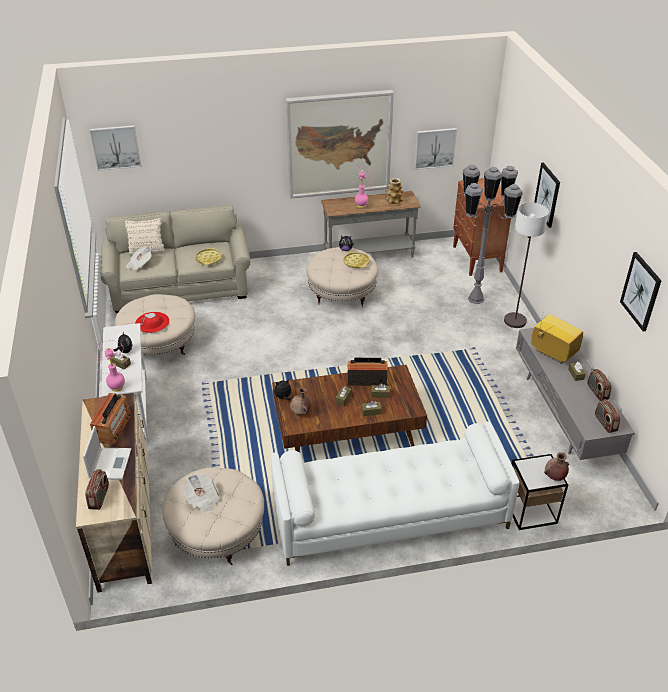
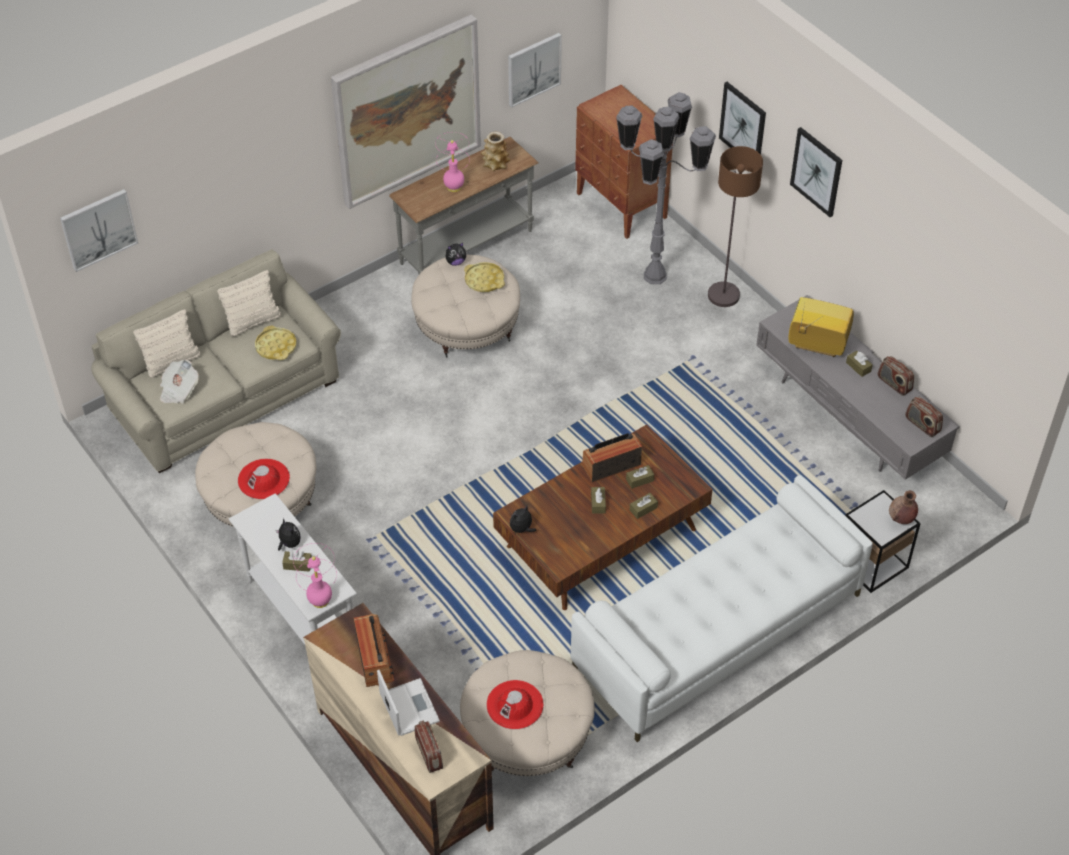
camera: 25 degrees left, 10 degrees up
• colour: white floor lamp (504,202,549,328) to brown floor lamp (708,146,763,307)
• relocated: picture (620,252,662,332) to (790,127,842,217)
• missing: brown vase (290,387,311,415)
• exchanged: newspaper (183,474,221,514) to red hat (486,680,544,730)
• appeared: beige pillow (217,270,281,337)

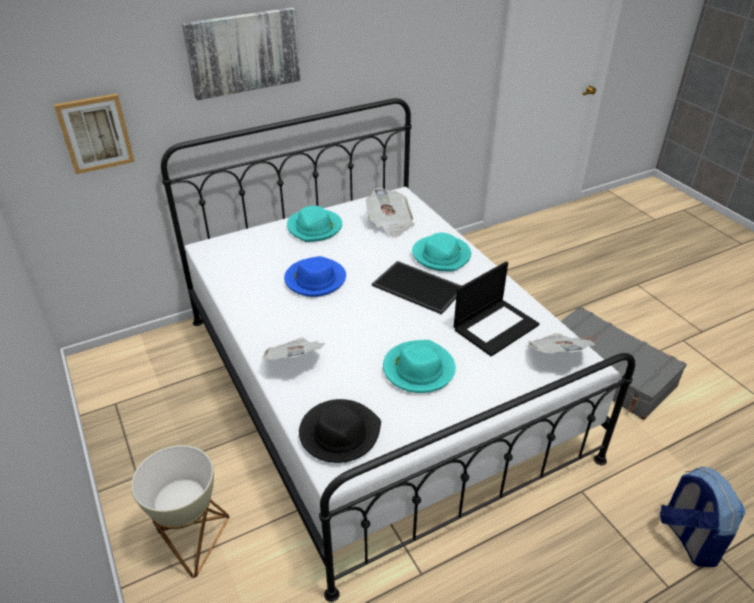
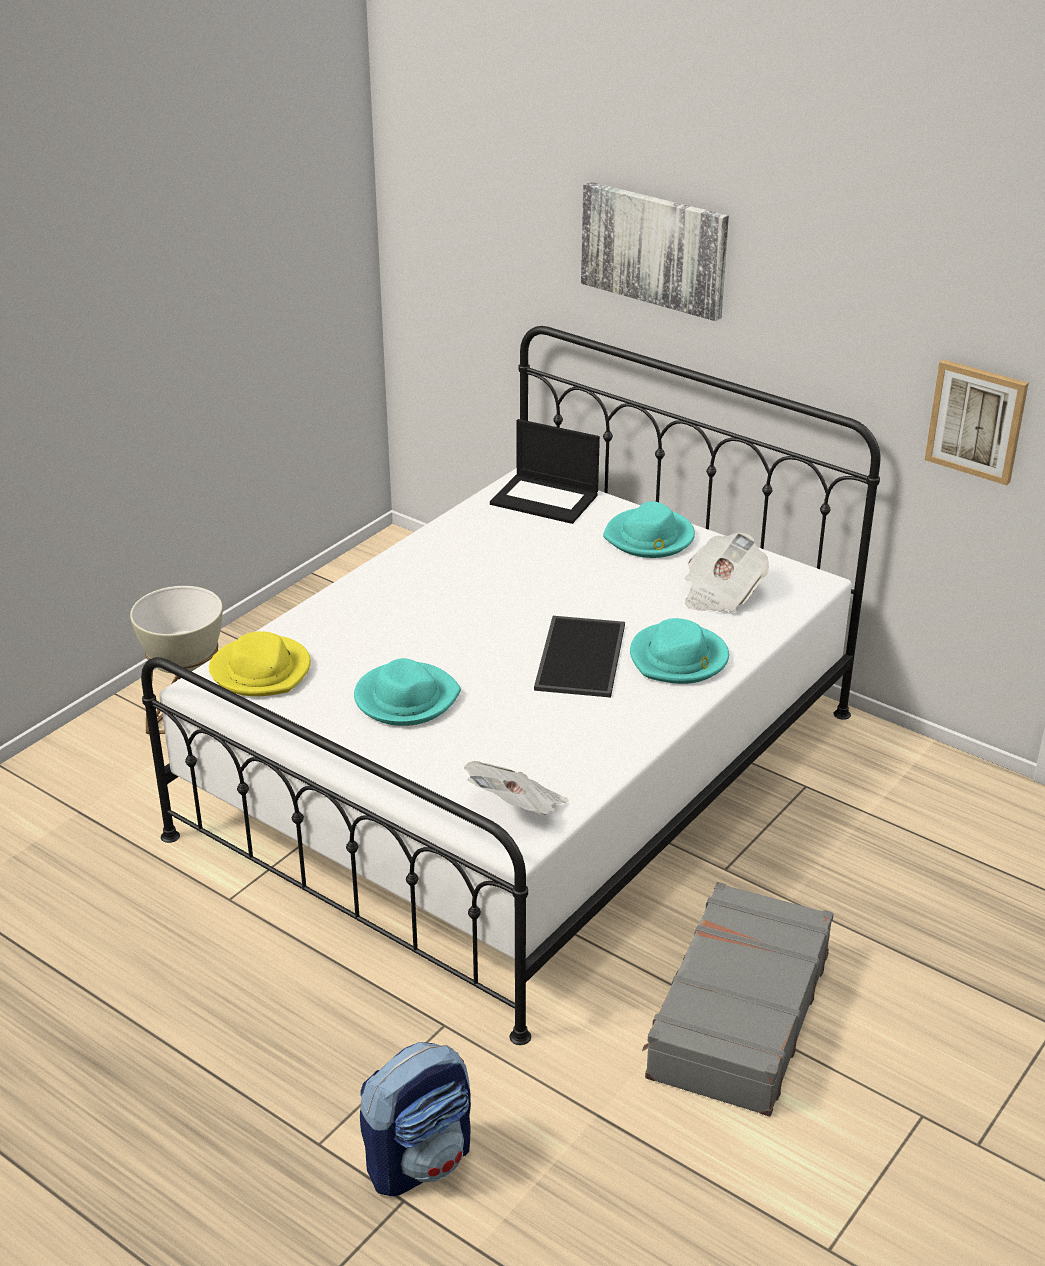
camera: 65 degrees right, 5 degrees down
• relocated: picture (54,93,135,174) to (925,359,1029,485)
• missing: blue hat (284,256,346,297)
• relocated: laptop (454,261,540,357) to (490,419,600,524)
• missing: newspaper (263,338,324,360)
• colour: black hat (299,399,381,463) to yellow hat (209,631,311,697)

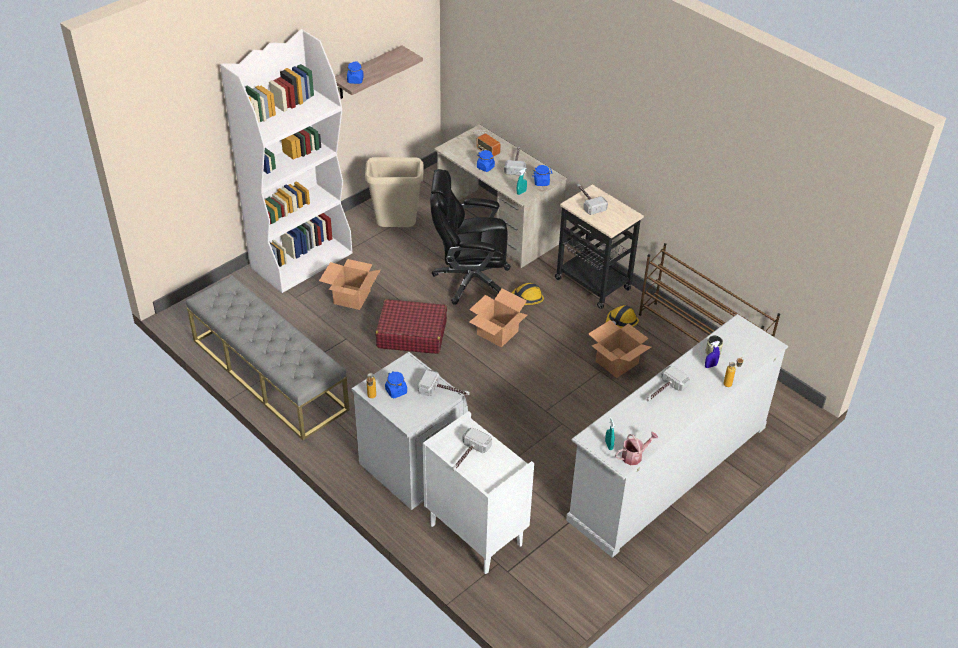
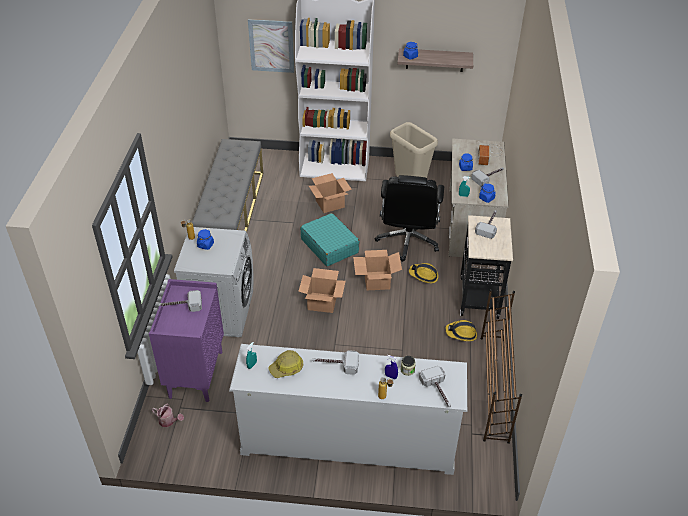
camera: 50 degrees right, 0 degrees up
• spun: black office chair (430,169,511,305) = (374,175,444,262) 135 degrees counterclockwise
• colour: red suitcase (376,299,447,354) to turquoise suitcase (300,213,360,266)
• relocated: cardboard box (588,320,651,378) to (298,268,346,313)
• relocated: hammer (418,370,470,396) to (419,366,451,408)
• colour: white cabinet (423,411,534,574) to purple cabinet (149,279,224,402)
• relocated: watering can (615,432,658,465) to (151,404,184,427)
• appeared: picture (248,19,294,73)
• appeared: hard hat (268,350,303,378)

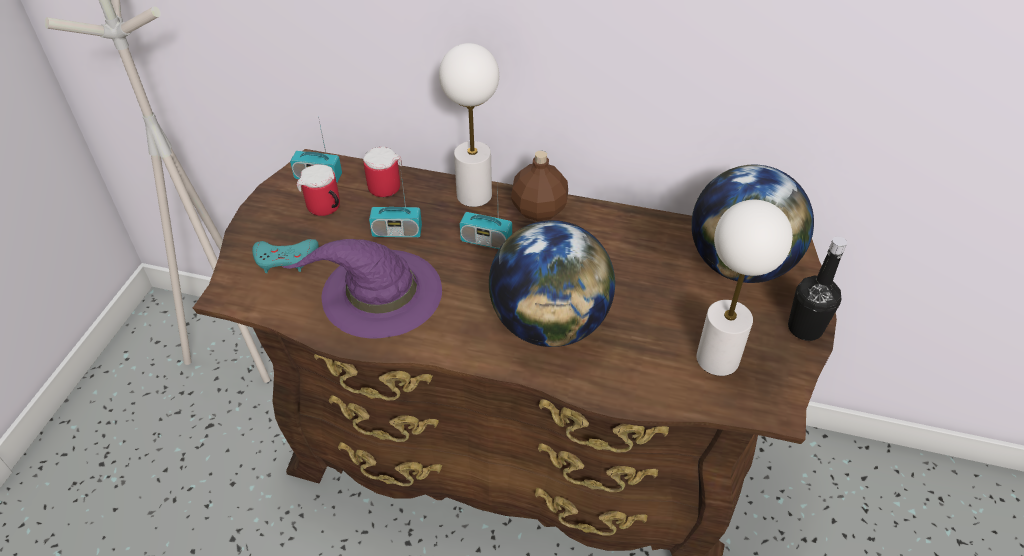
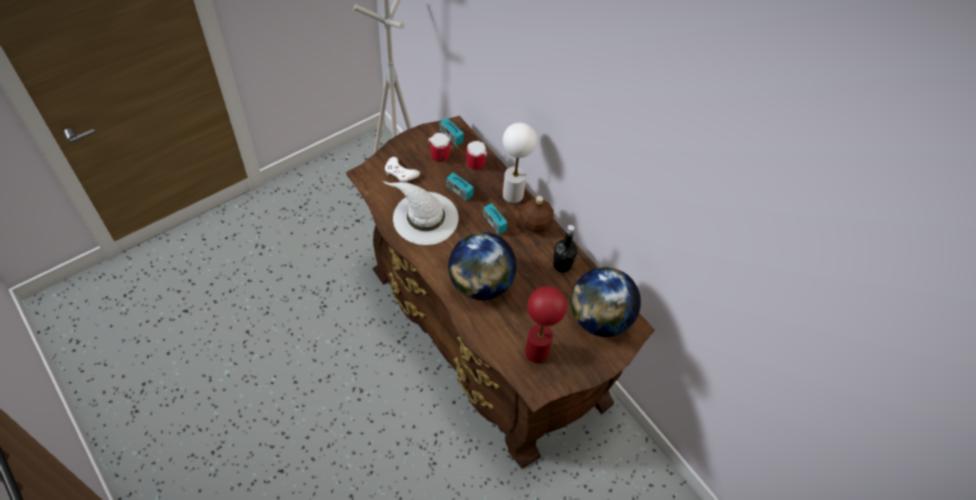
camera: 35 degrees right, 10 degrees up
• colour: white table lamp (696,200,793,376) to red table lamp (525,286,567,363)
• relocated: black bottle (788,237,847,341) to (553,225,577,272)
• colour: turquoise game controller (252,239,319,273) to white game controller (385,157,420,182)
• colour: purple hat (282,239,442,339) to white hat (383,181,459,245)

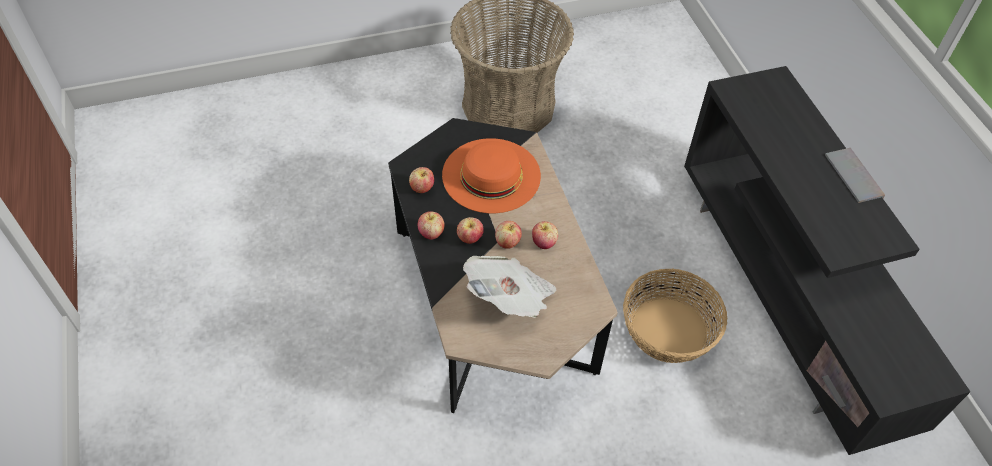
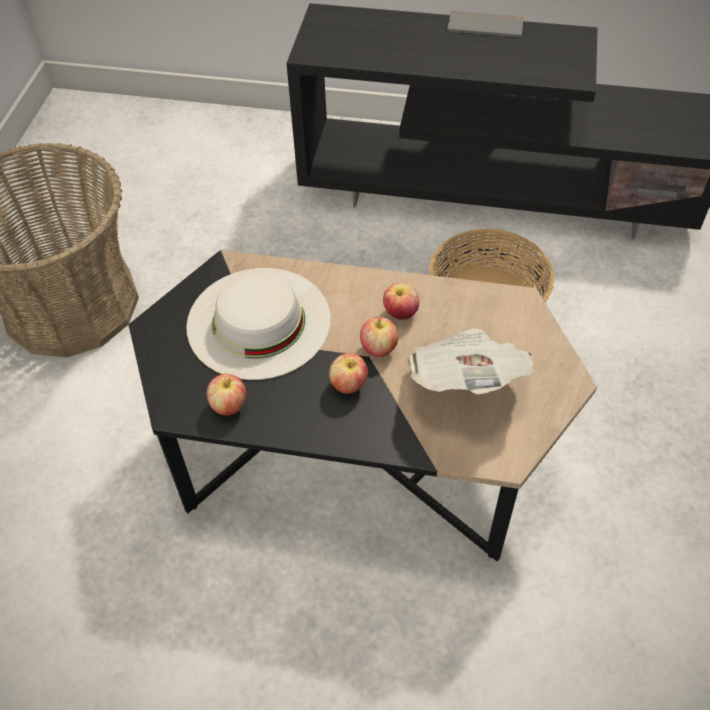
camera: 60 degrees left, 0 degrees up
• colour: orange hat (442,138,541,213) to white hat (186,268,331,380)
• missing: apple (418,211,445,240)

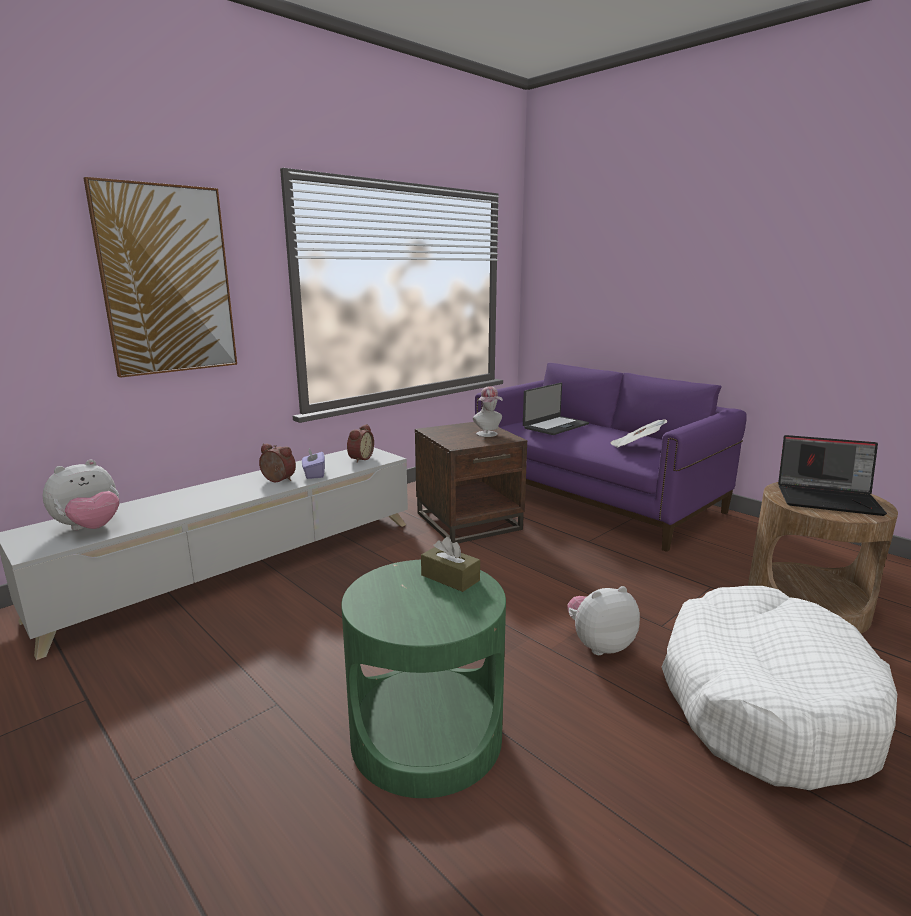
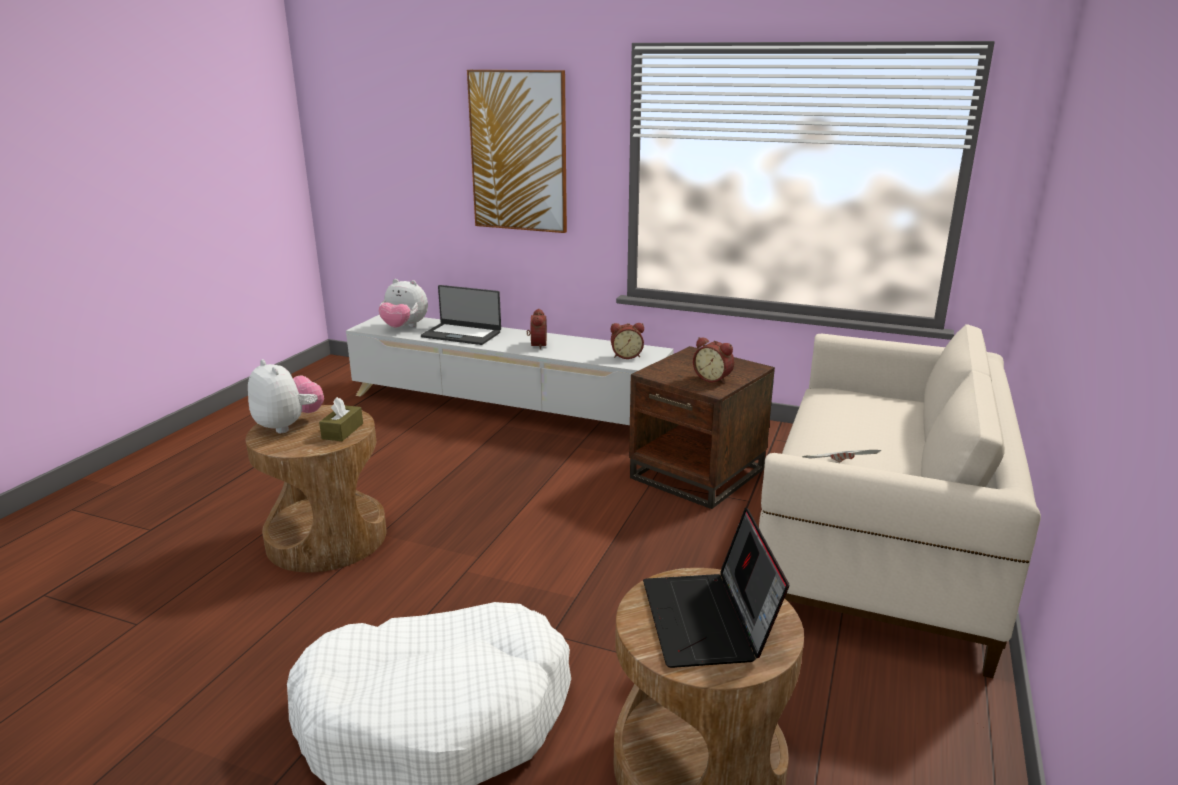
camera: 65 degrees right, 5 degrees up
• colour: purple sofa (475,363,747,552) to beige sofa (759,324,1041,678)
• relocated: laptop (523,383,589,435) to (421,285,501,345)
• exchanged: hat (473,386,503,437) to alarm clock (693,337,734,384)
• missing: purple tissue box (302,448,325,479)
• colour: green side table (341,560,506,798) to brown side table (245,405,386,572)
• relocated: plush toy (567,586,640,655) to (248,359,324,433)

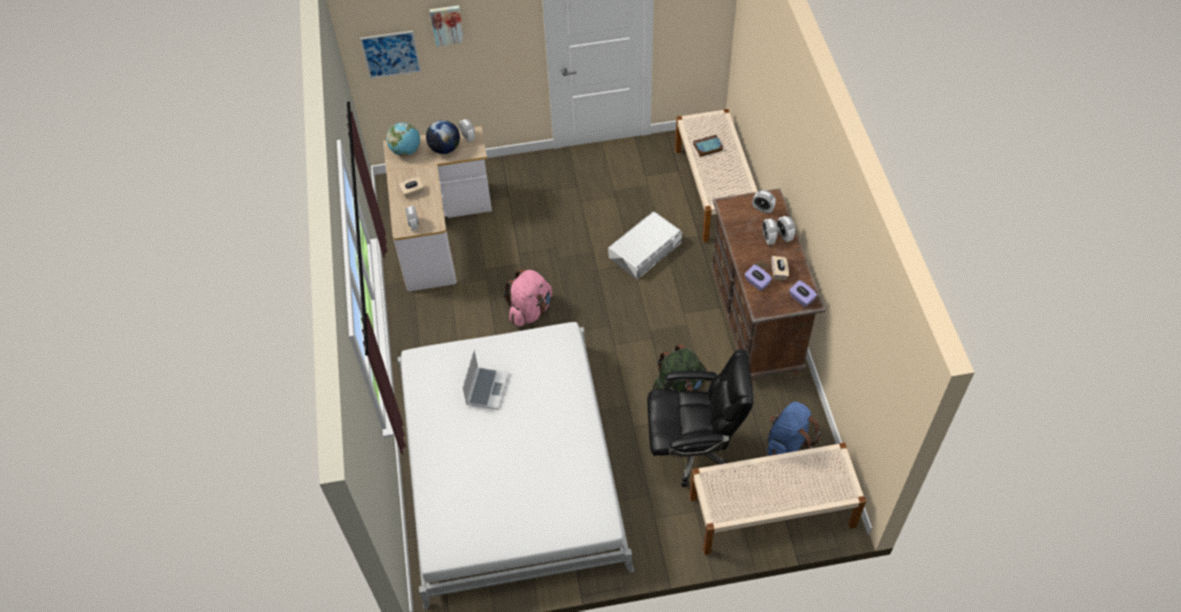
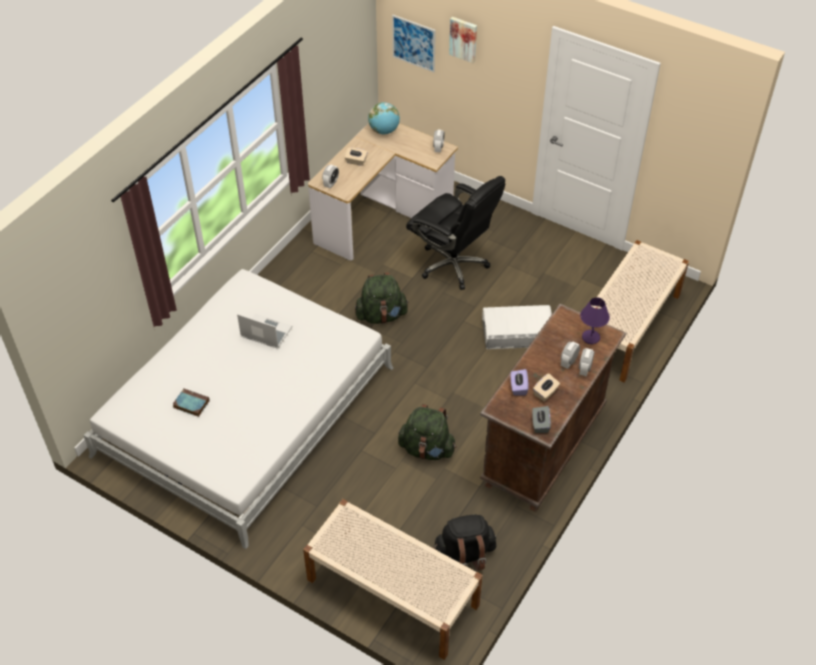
camera: 40 degrees right, 5 degrees down
• missing: globe (426,120,460,154)
• relocated: book (693,135,723,157) to (173,388,210,417)
• exchanged: alarm clock (753,190,776,214) to purple table lamp (580,297,610,344)
• colour: pink backpack (503,269,552,327) to green backpack (355,272,409,324)
• colour: purple tissue box (789,280,817,307) to grey tissue box (532,406,551,433)
• spun: laptop (462,349,509,410) = (237,314,292,349) 120 degrees counterclockwise
• relocated: black office chair (647,349,754,487) to (406,176,505,290)
• colour: blue backpack (767,402,820,456) to black backpack (433,514,496,571)

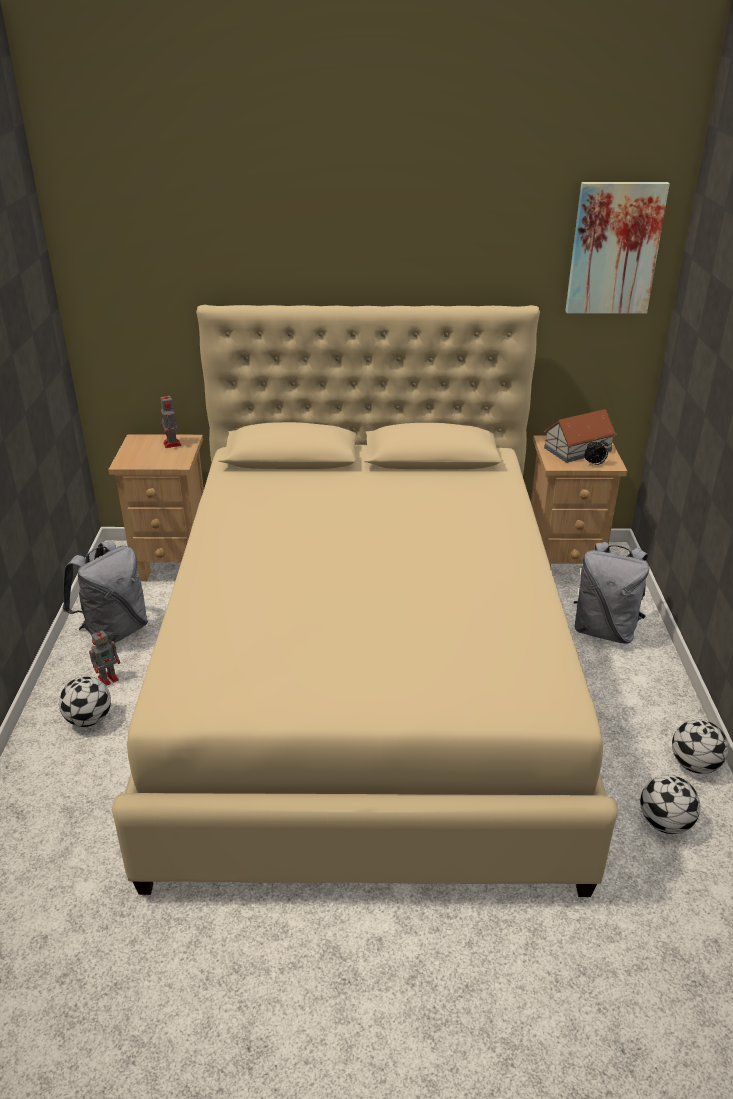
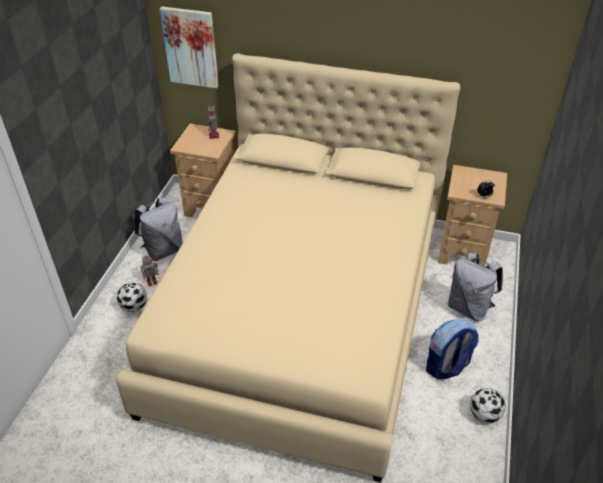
camera: 15 degrees right, 10 degrees up
• relocated: picture (565,182,670,314) to (160,7,219,88)
• missing: toy house (544,409,617,463)
• missing: football (640,775,700,834)
• appeared: backpack (426,317,479,379)

